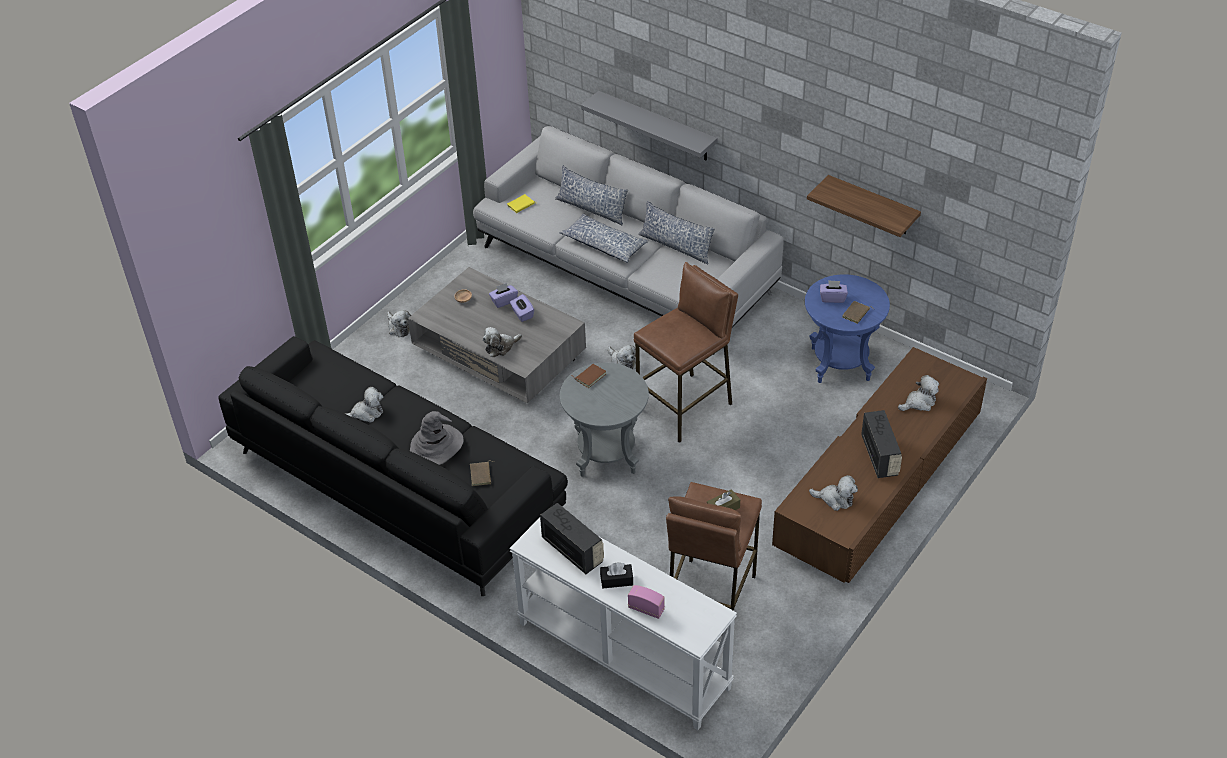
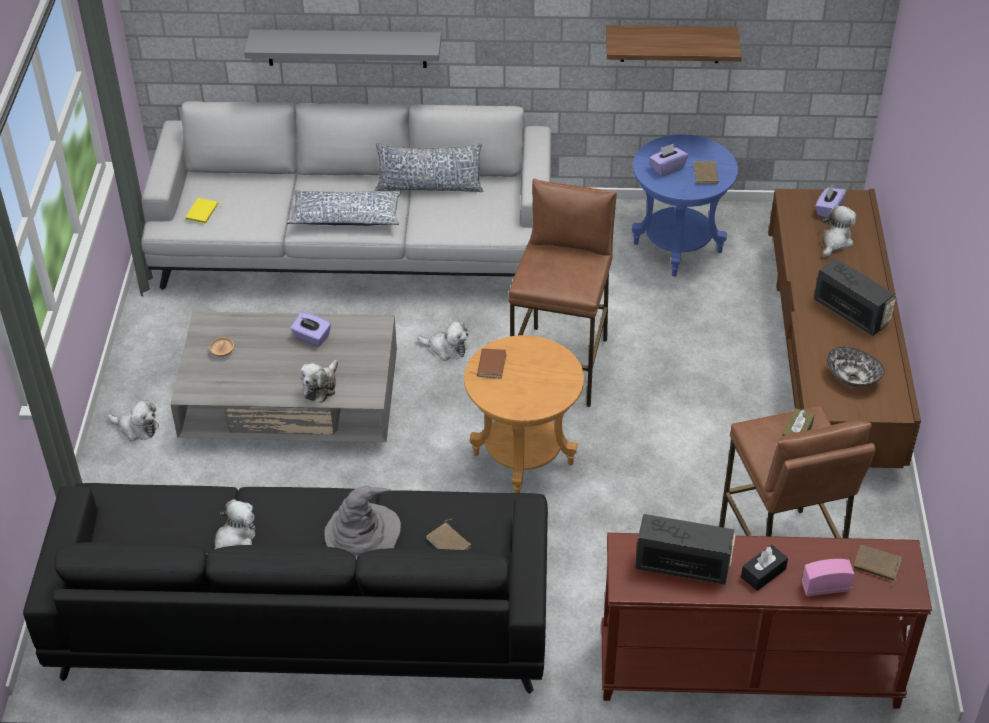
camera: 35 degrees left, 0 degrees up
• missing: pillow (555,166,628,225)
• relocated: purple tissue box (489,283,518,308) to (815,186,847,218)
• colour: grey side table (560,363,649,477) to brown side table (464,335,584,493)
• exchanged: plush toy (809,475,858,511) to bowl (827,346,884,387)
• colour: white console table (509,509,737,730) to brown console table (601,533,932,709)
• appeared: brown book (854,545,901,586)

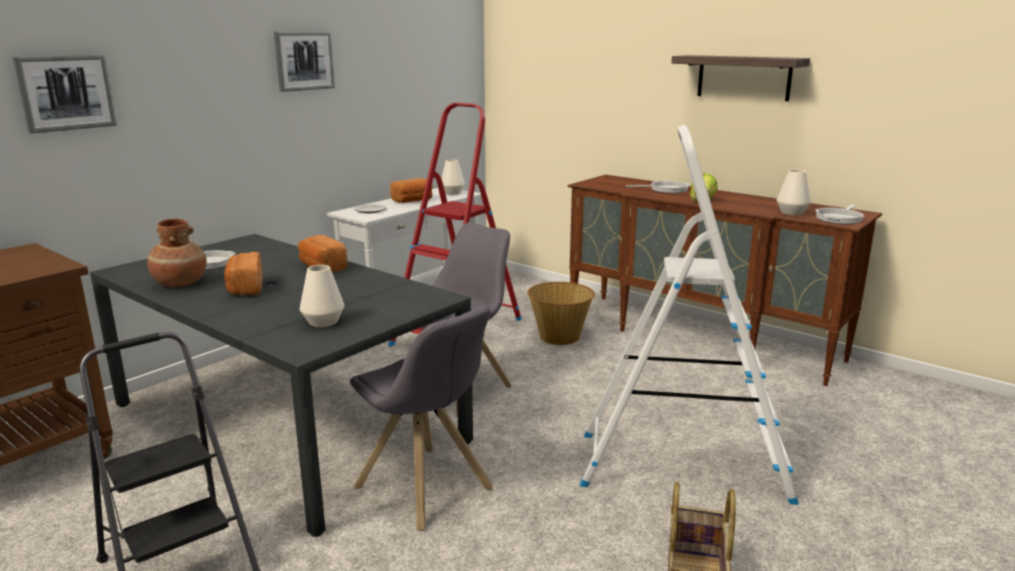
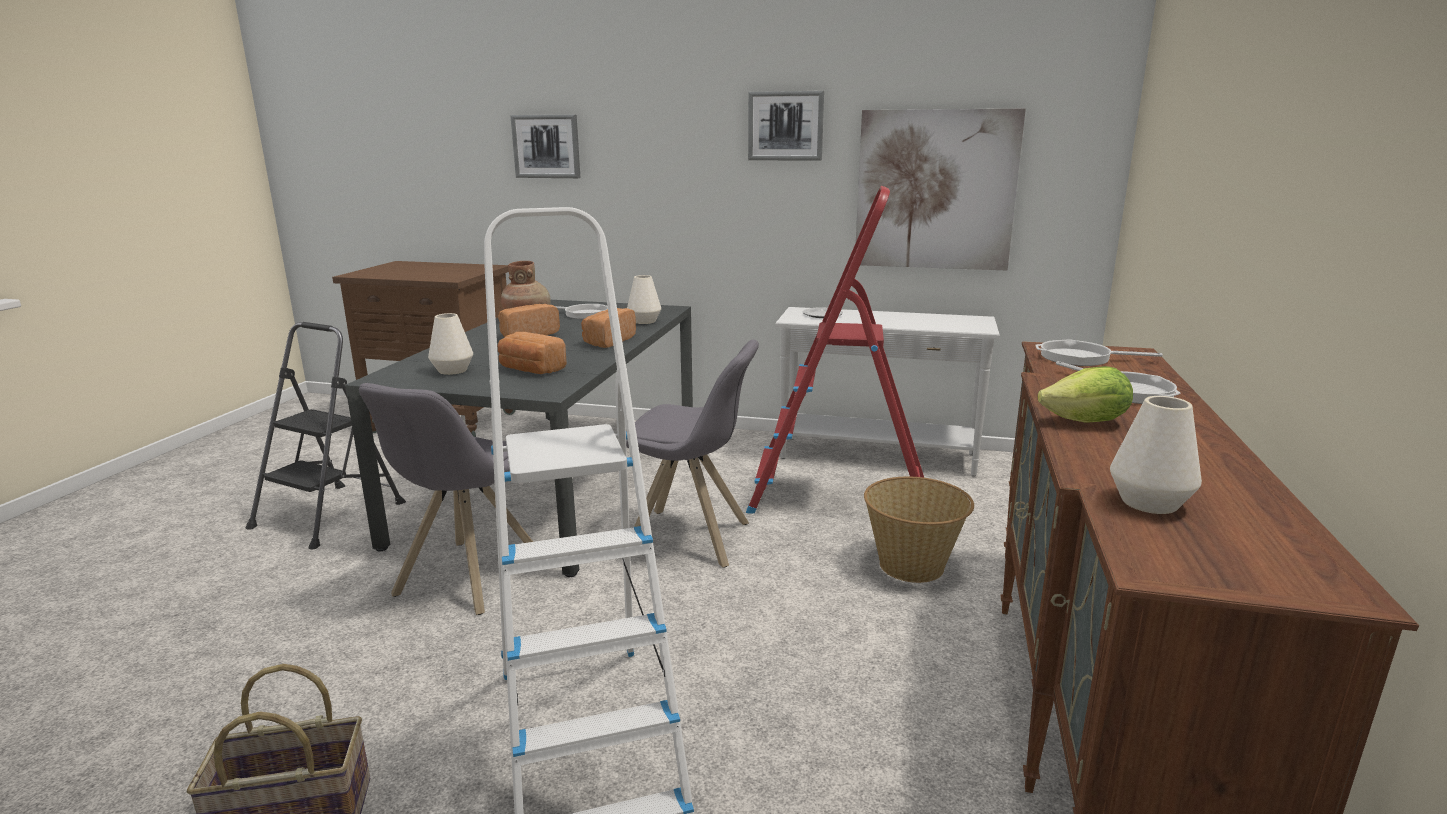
camera: 65 degrees right, 0 degrees up
• missing: shelf (671,55,810,101)
• relocated: white vase (441,159,465,195) to (627,275,661,324)
• relocated: bread (390,178,433,203) to (498,332,567,374)
• relocated: frying pan (816,204,864,224) to (1035,339,1163,366)
• appeared: picture (856,109,1026,270)

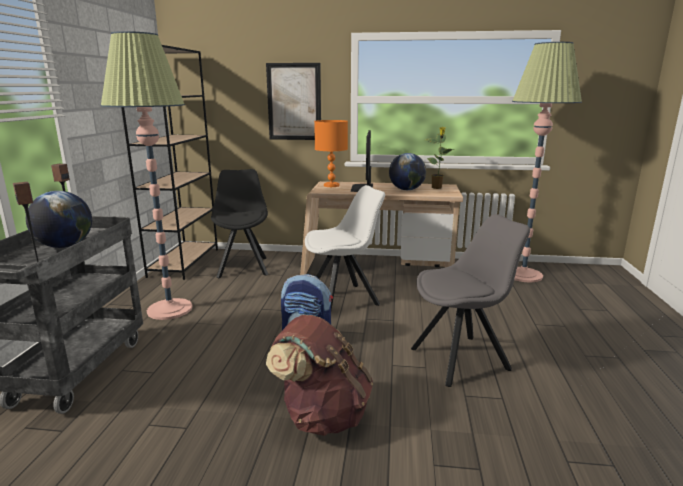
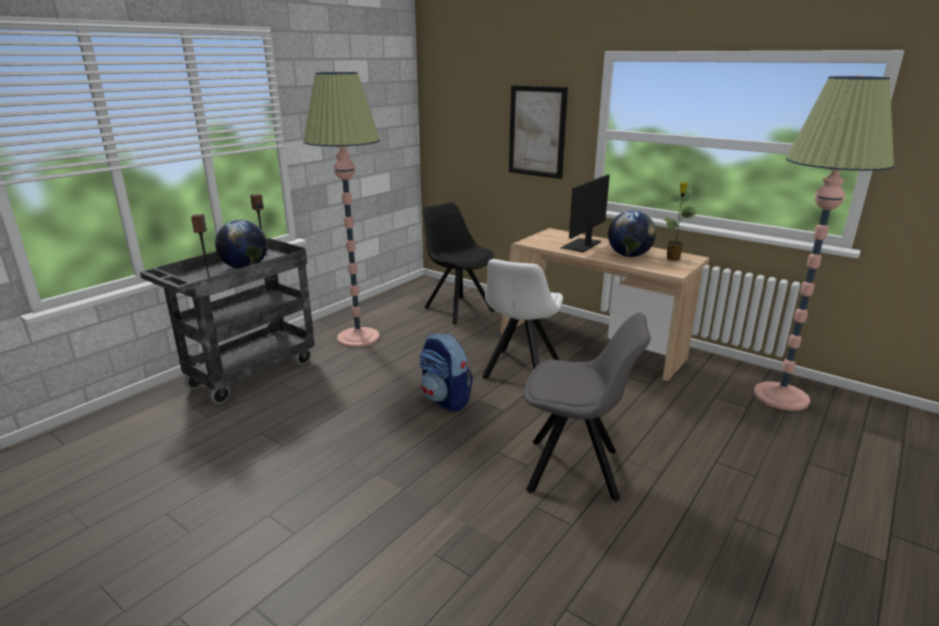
camera: 30 degrees right, 5 degrees up
• missing: beige bookcase (121,45,218,280)
• missing: orange table lamp (314,120,348,187)
• spun: black chair (211,169,268,278) = (423,202,495,325) 60 degrees counterclockwise
• spun: white chair (305,185,385,310) = (482,259,563,379) 105 degrees clockwise
• missing: brown backpack (266,315,373,436)

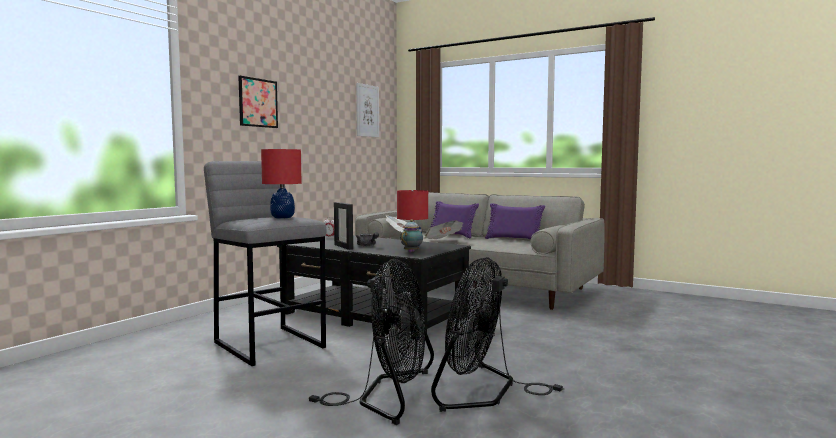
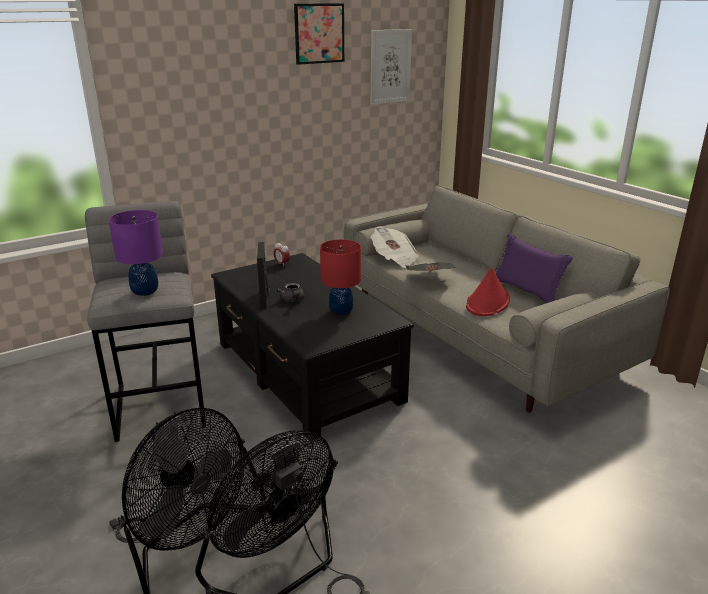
camera: 25 degrees right, 20 degrees up
• relocated: picture (238,76,278,128) to (294,3,344,65)
• colour: red table lamp (261,148,302,218) to purple table lamp (109,210,163,296)
• missing: purple pillow (431,201,479,239)
• missing: teapot (400,220,423,253)
• appeared: red hat (466,267,510,316)

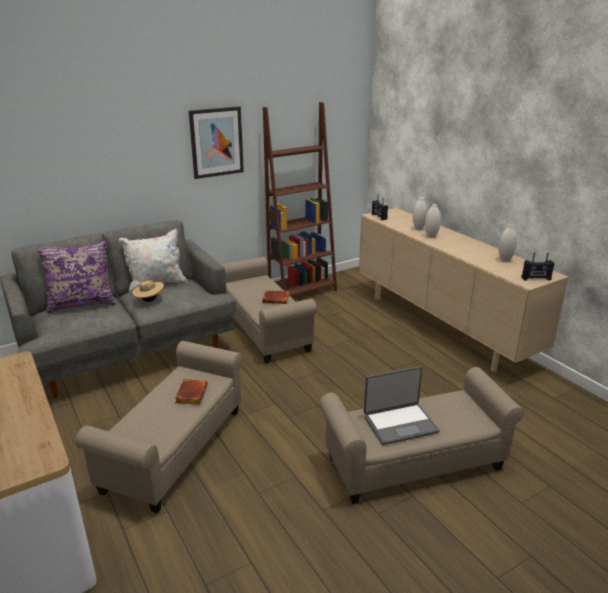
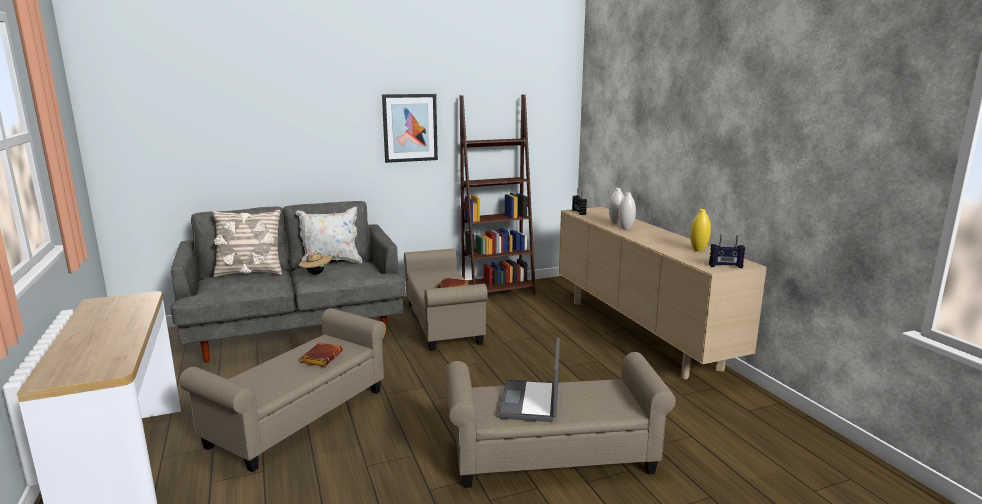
camera: 10 degrees right, 10 degrees down
• colour: white vase (498,224,517,262) to yellow vase (690,209,711,252)
• colour: purple pillow (37,241,116,313) to beige pillow (213,210,282,277)
• spun: laptop (364,366,440,445) = (498,338,560,422) 105 degrees clockwise

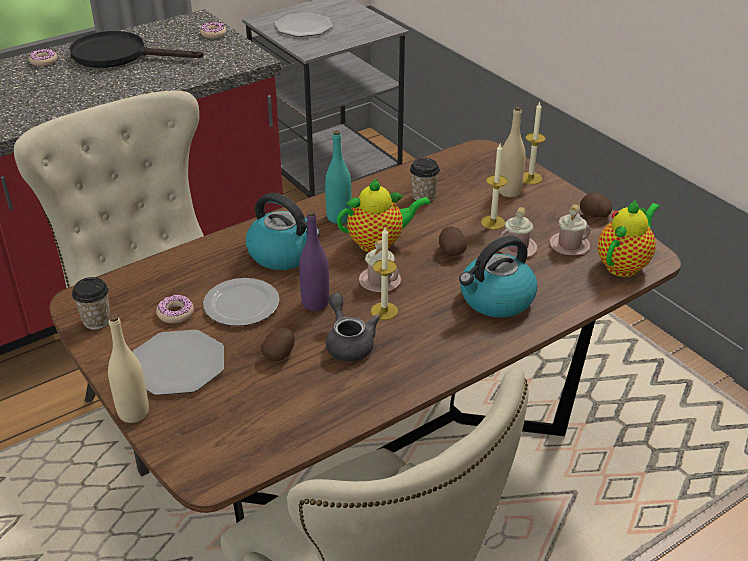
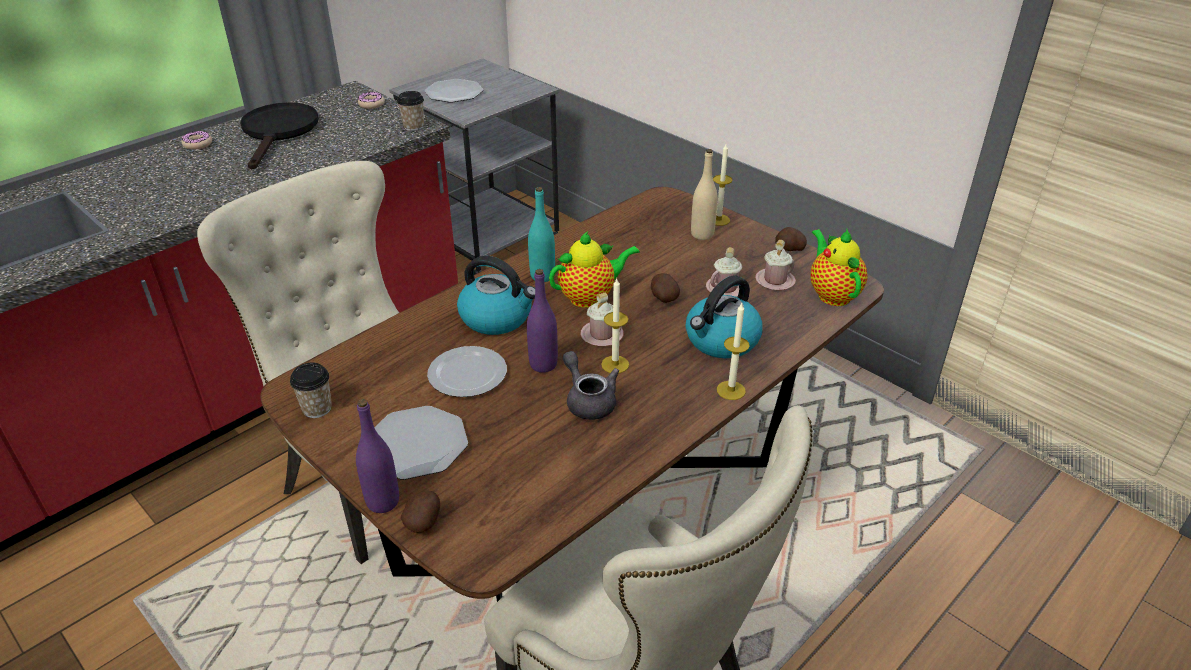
camera: 10 degrees left, 0 degrees up
• spun: black frying pan (70,31,204,68) = (240,102,319,170) 90 degrees clockwise
• relocated: candle (481,144,508,230) to (717,303,750,400)
• relocated: cup (410,158,440,201) to (397,91,424,131)
• spun: teapot (598,199,660,277) = (811,229,867,306) 45 degrees counterclockwise
• missing: donut (156,294,194,323)
• colour: beige bottle (108,314,149,423) to purple bottle (356,399,399,513)
• relocated: potato (261,328,295,361) to (401,491,440,533)

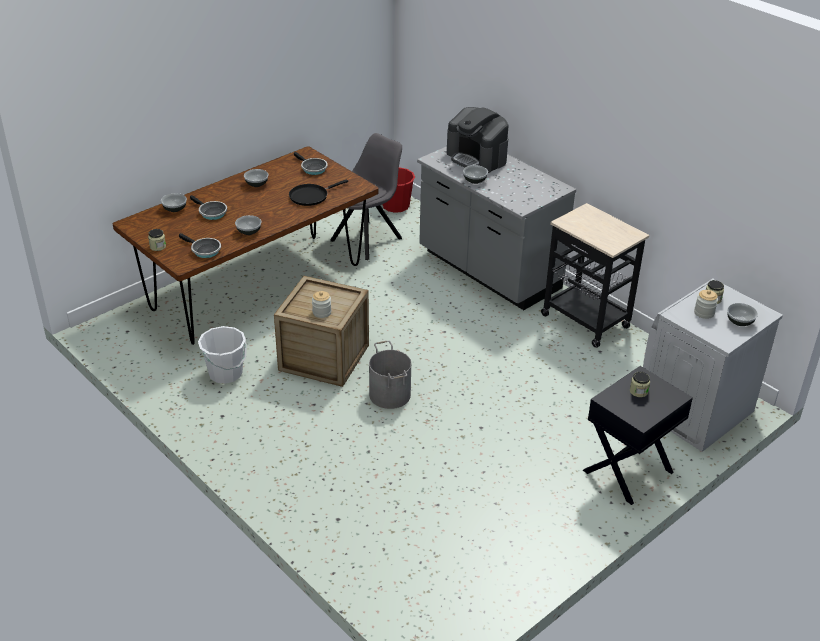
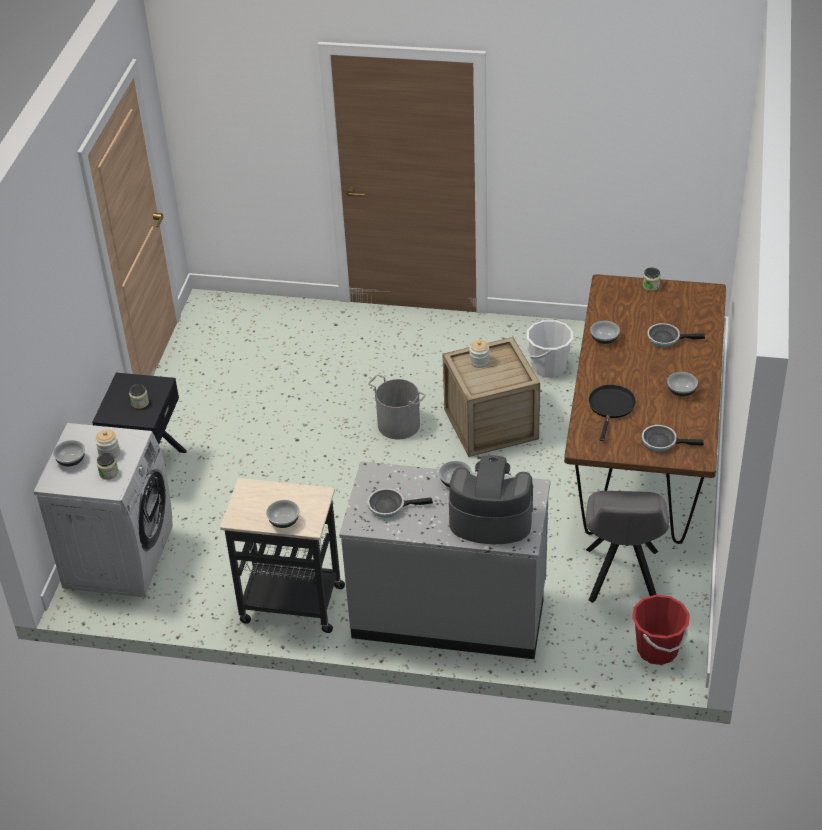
camera: 145 degrees right, 5 degrees up
• relocated: bowl (161,193,187,212) to (266,500,300,528)
• relocated: frying pan (179,233,221,258) to (368,488,433,518)

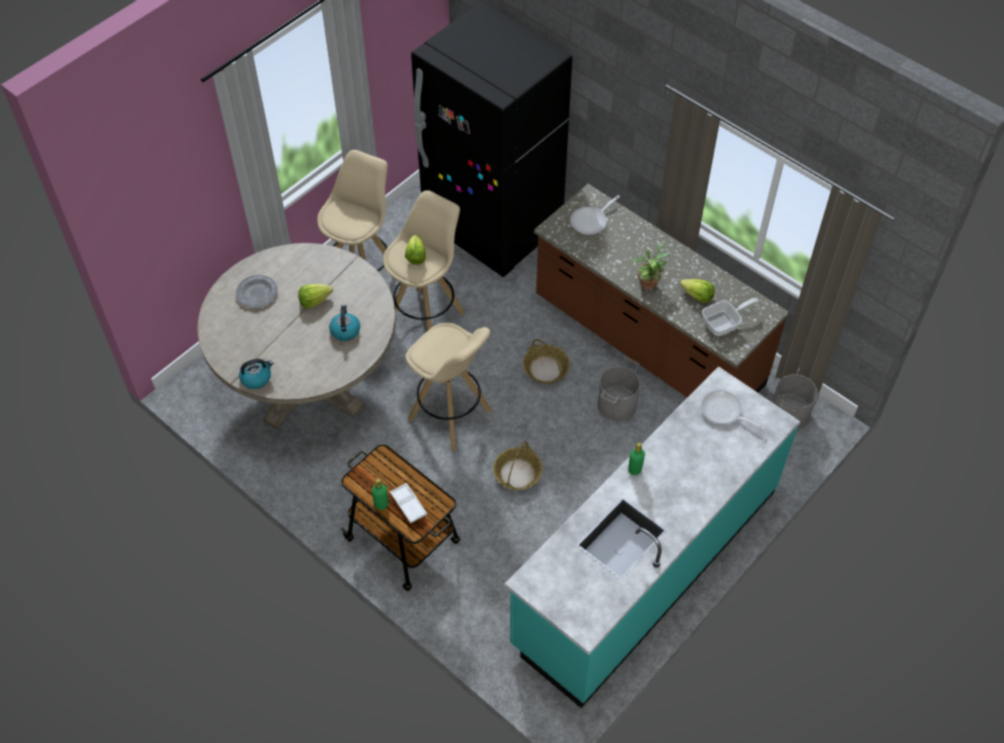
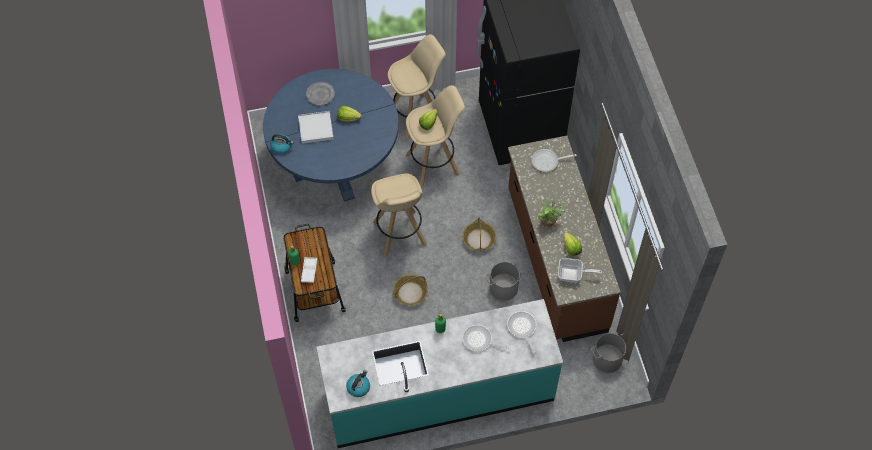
camera: 35 degrees right, 5 degrees up
• colour: beige dining table (198,243,396,429) to blue dining table (263,69,399,202)
• relocated: kettle (329,305,360,341) to (346,370,370,397)
• appeared: white tray (298,111,334,144)
• appeared: frying pan (462,325,510,351)

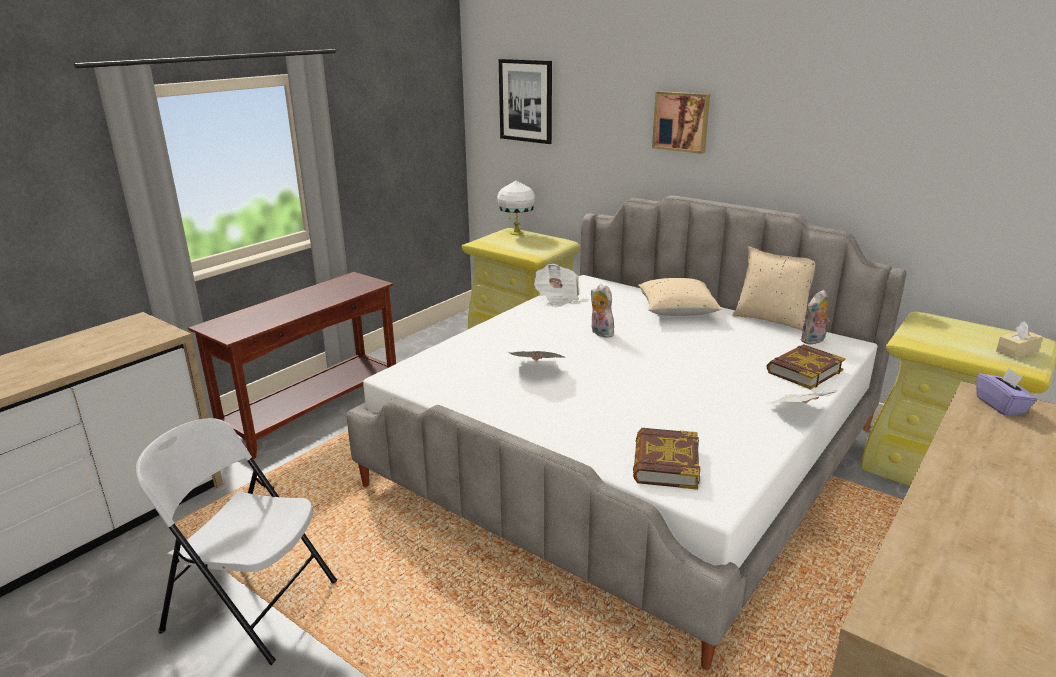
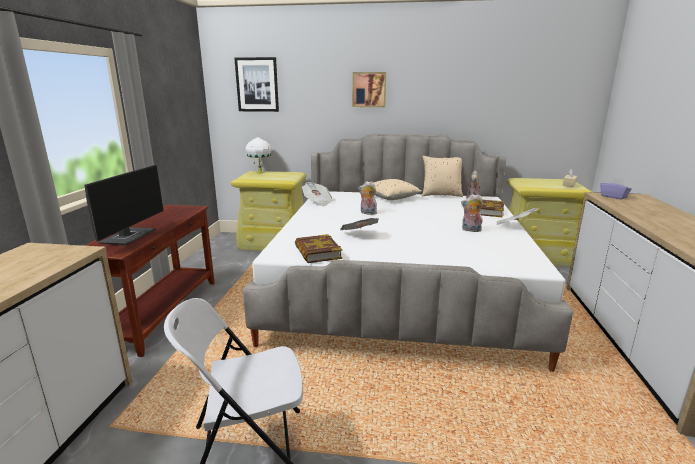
camera: 30 degrees left, 5 degrees down
• relocated: book (633,428,700,490) to (295,234,342,263)
• appeared: monitor (84,164,164,246)
• appeared: plush toy (461,194,483,232)

